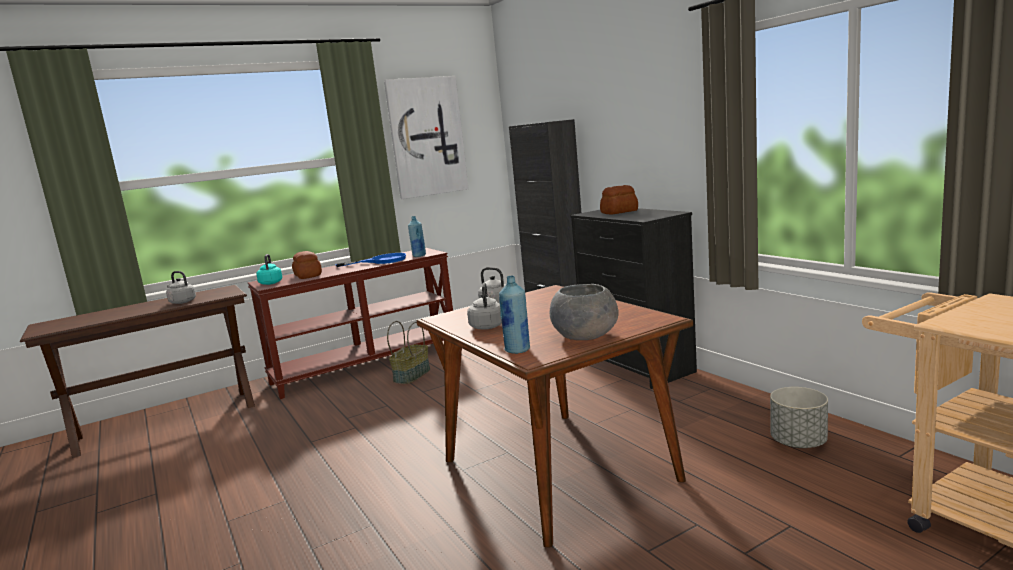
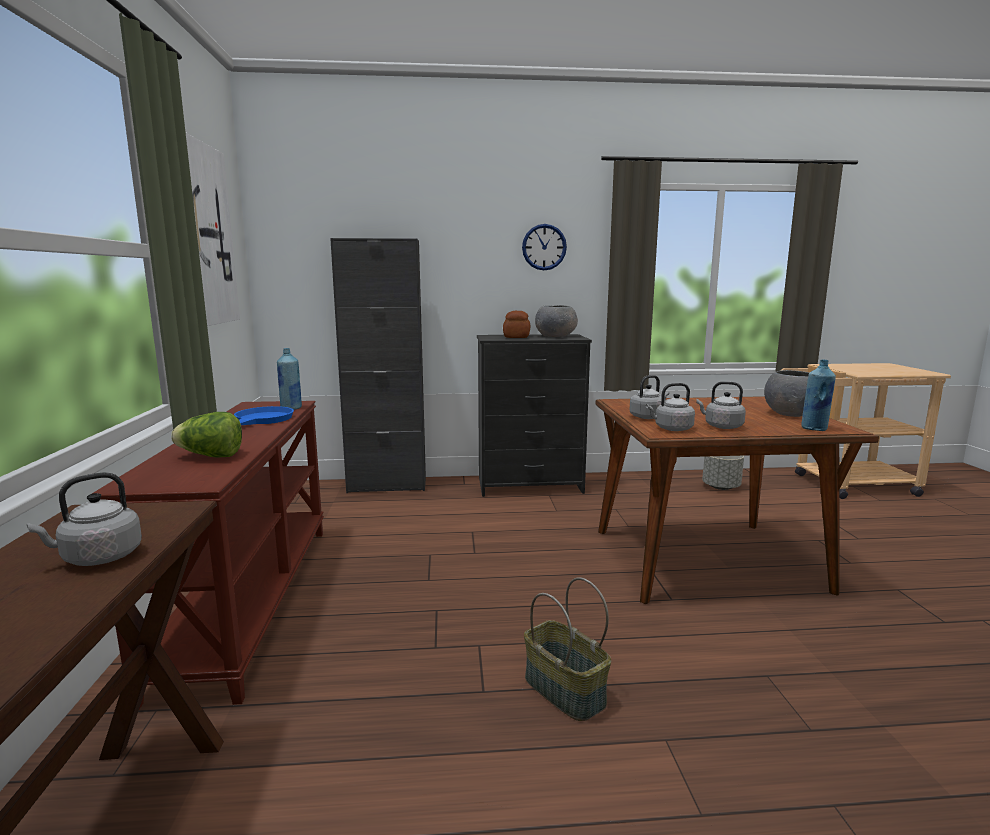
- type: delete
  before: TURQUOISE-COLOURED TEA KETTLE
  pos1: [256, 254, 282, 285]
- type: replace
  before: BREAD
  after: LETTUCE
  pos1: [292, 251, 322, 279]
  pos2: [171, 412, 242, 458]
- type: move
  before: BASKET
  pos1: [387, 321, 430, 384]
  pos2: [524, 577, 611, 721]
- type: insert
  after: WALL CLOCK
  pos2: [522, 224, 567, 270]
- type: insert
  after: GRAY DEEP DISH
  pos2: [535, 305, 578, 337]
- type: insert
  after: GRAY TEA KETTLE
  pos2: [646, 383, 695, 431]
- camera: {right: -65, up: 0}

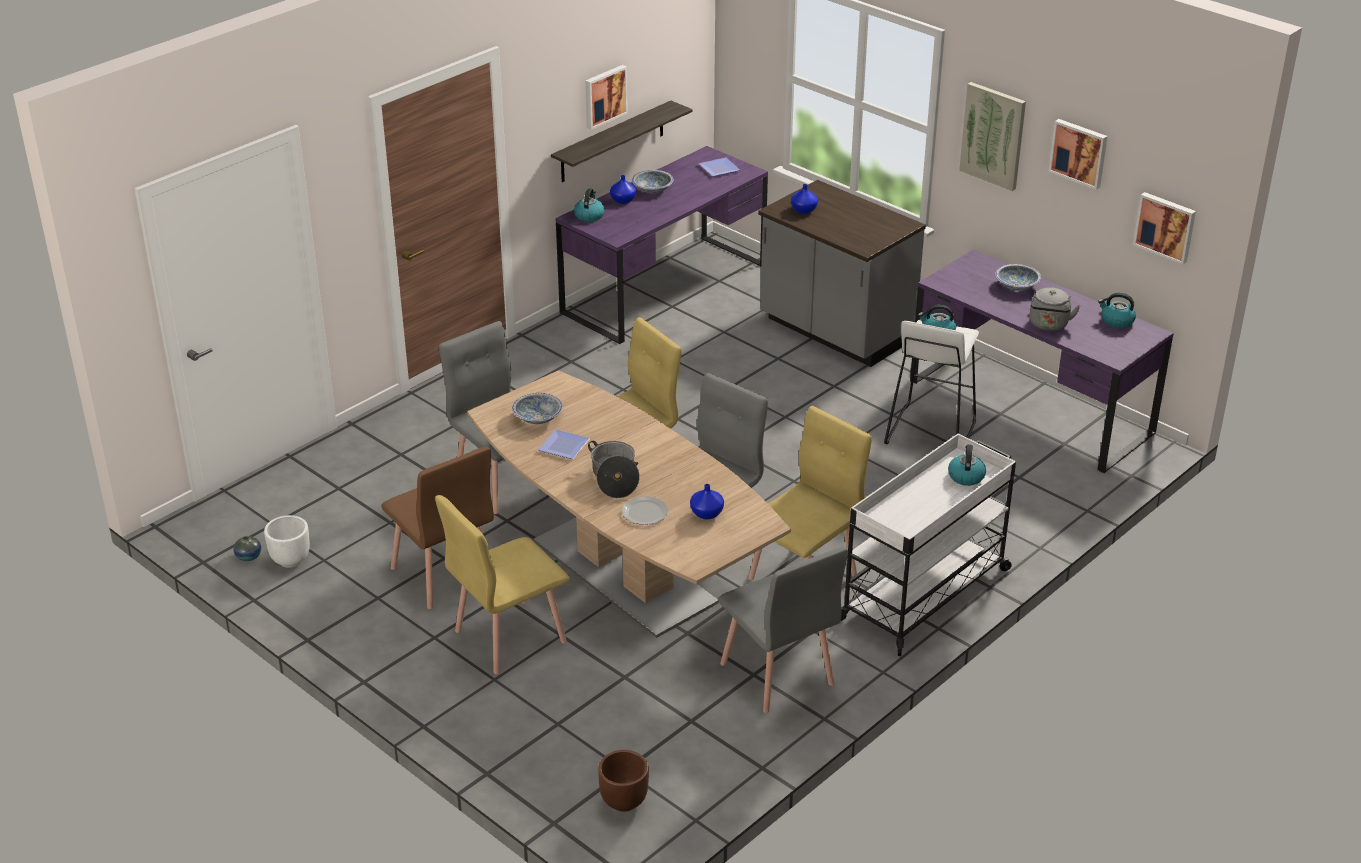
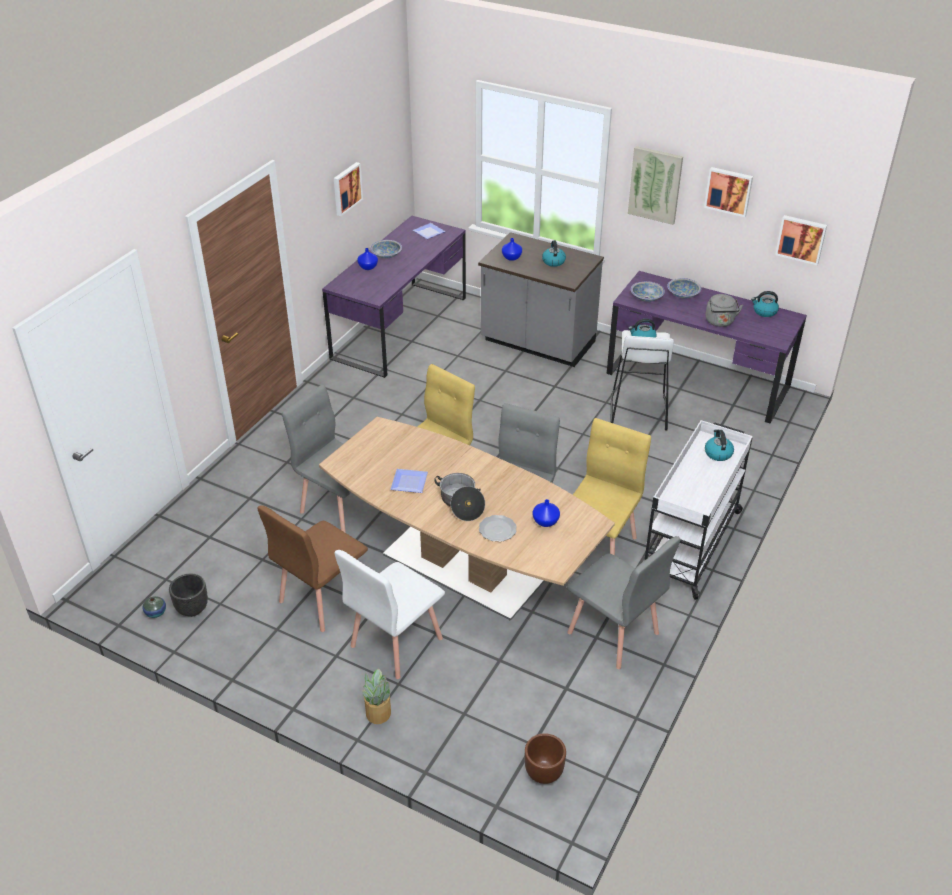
- type: recolor
  before: WHITE PLANT POT
  after: BLACK PLANT POT
  pos1: [264, 515, 310, 568]
  pos2: [169, 573, 208, 617]
- type: rotate
  before: BROWNISH UPRIGHT CHAIR
  pos1: [381, 447, 494, 609]
  pos2: [257, 505, 368, 632]
  turn: 90
- type: recolor
  before: YELLOW UPRIGHT CHAIR
  after: WHITE UPRIGHT CHAIR
  pos1: [435, 495, 570, 674]
  pos2: [335, 550, 445, 679]
- type: move
  before: DEEP DISH
  pos1: [512, 393, 563, 424]
  pos2: [631, 281, 665, 302]
- type: delete
  before: SHELF
  pos1: [551, 100, 692, 182]
- type: move
  before: TEA KETTLE
  pos1: [574, 188, 605, 222]
  pos2: [542, 240, 566, 267]
- type: insert
  after: HOUSEPLANT
  pos2: [362, 669, 391, 724]
- camera: {right: -15, up: 5}

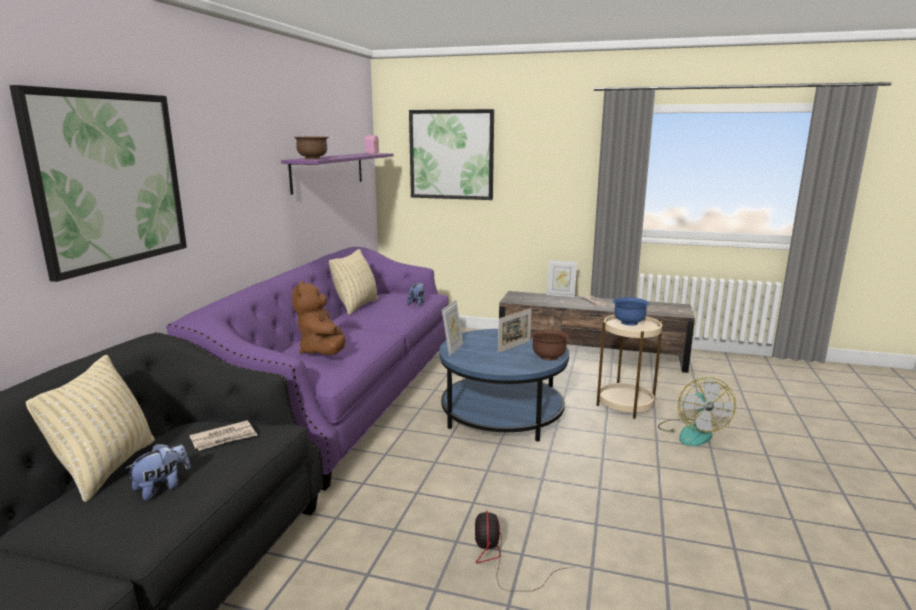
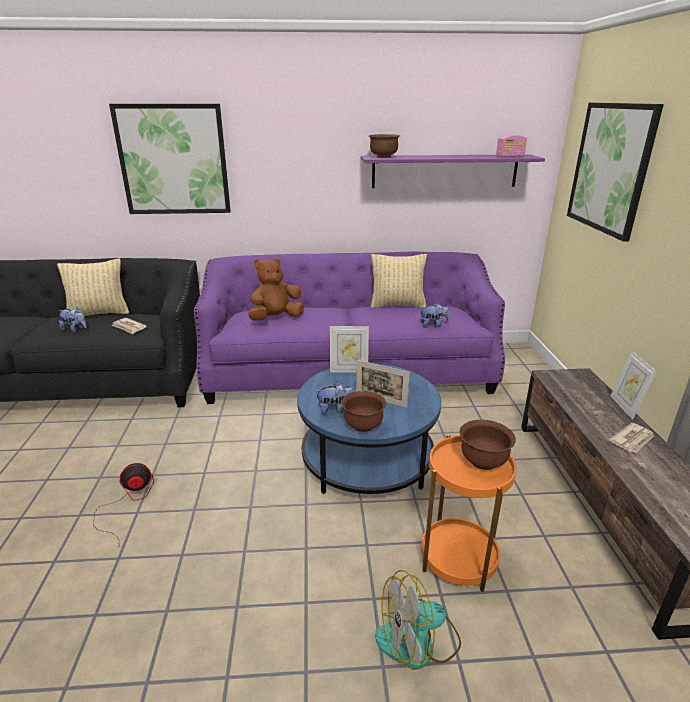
- type: recolor
  before: SAND-COLOURED ACCENT TABLE
  after: ORANGEY ACCENT TABLE
  pos1: [597, 315, 663, 419]
  pos2: [421, 435, 517, 592]
- type: recolor
  before: BLUE DEEP DISH
  after: BROWNISH DEEP DISH
  pos1: [613, 297, 649, 326]
  pos2: [459, 420, 516, 470]
- type: insert
  after: CUDDLY TOY
  pos2: [316, 382, 353, 415]
- camera: {right: 70, up: 10}

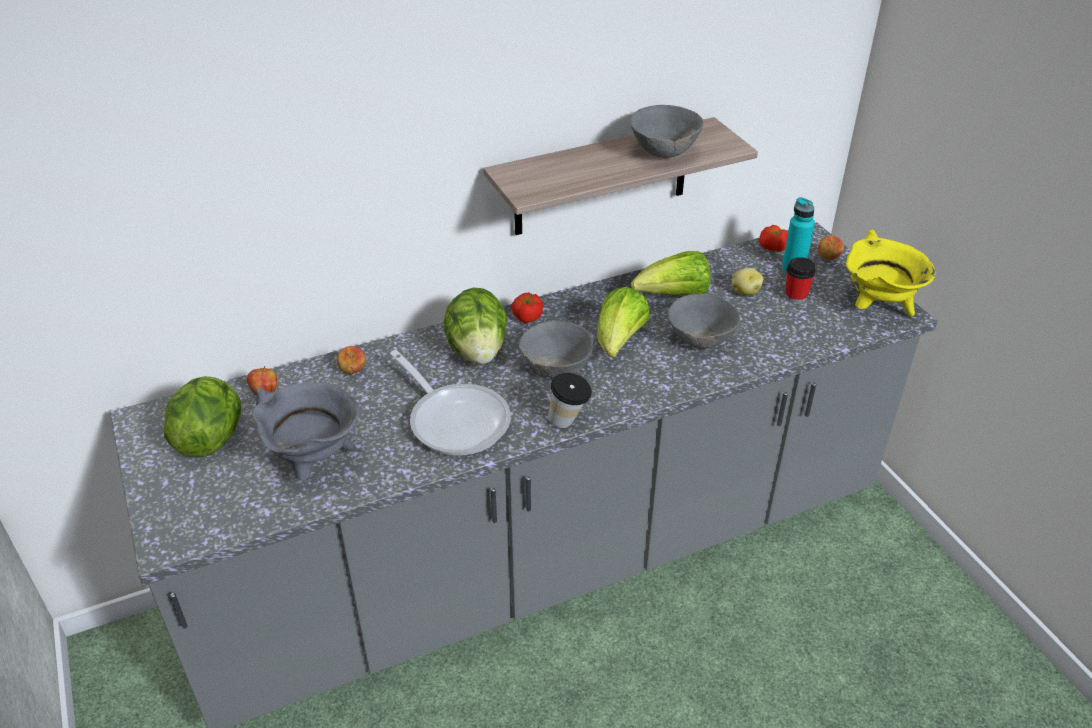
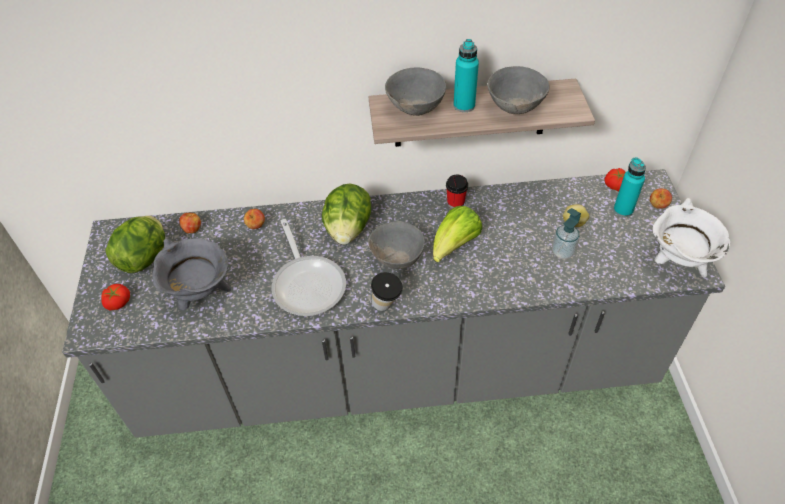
- type: move
  before: FRESH TOMATO
  pos1: [511, 293, 543, 323]
  pos2: [101, 284, 130, 311]
- type: delete
  before: LETTUCE
  pos1: [631, 251, 711, 296]
- type: move
  before: GRAY DEEP DISH
  pos1: [668, 294, 740, 348]
  pos2: [385, 67, 446, 116]
- type: move
  before: SMALL CUP
  pos1: [785, 257, 816, 303]
  pos2: [446, 175, 468, 208]
- type: recolor
  before: YELLOW SAUCEPOT
  after: WHITE SAUCEPOT
  pos1: [846, 229, 936, 317]
  pos2: [653, 198, 730, 277]
- type: insert
  after: TURQUOISE-COLOURED BEVERAGE BOTTLE
  pos2: [453, 39, 479, 112]
- type: insert
  after: SOAP DISPENSER
  pos2: [552, 208, 581, 259]
- camera: {right: 20, up: 10}

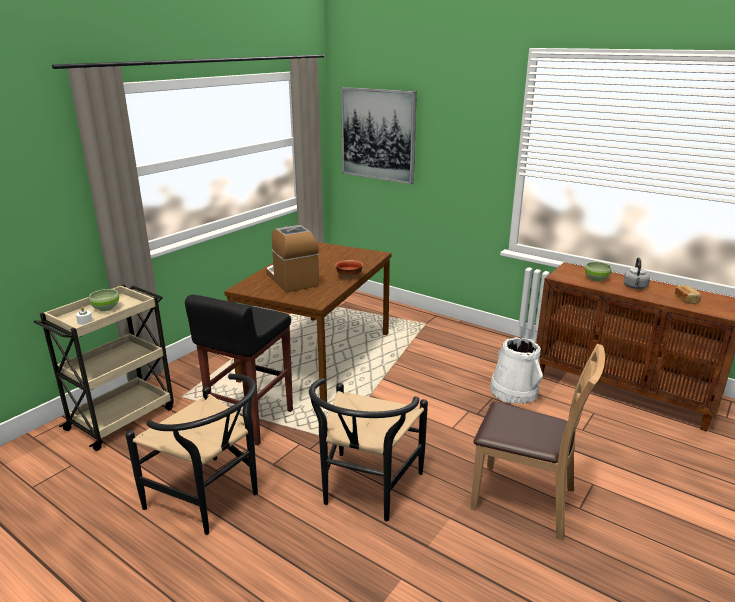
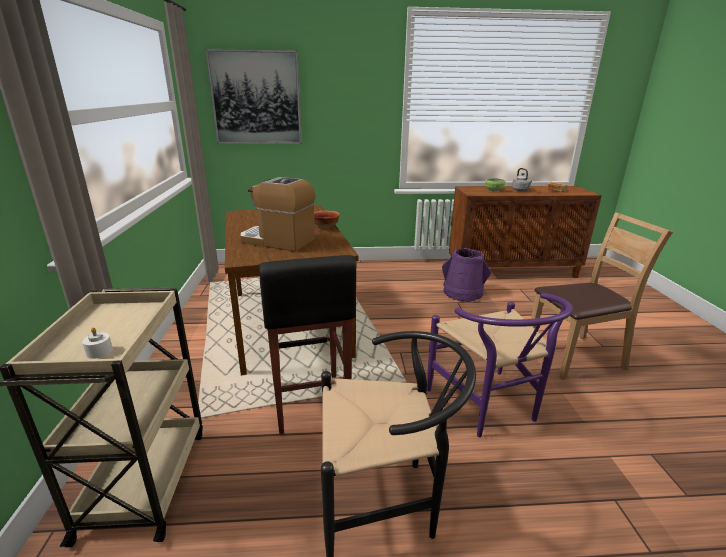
- type: delete
  before: GREEN DEEP DISH
  pos1: [89, 289, 119, 312]
- type: recolor
  before: BLACK UPRIGHT CHAIR
  after: PURPLISH UPRIGHT CHAIR
  pos1: [309, 378, 428, 522]
  pos2: [427, 293, 573, 437]
- type: recolor
  before: WHITE WATER BUCKET
  after: PURPLISH WATER BUCKET
  pos1: [490, 337, 543, 404]
  pos2: [442, 248, 491, 302]
- camera: {right: -40, up: 0}

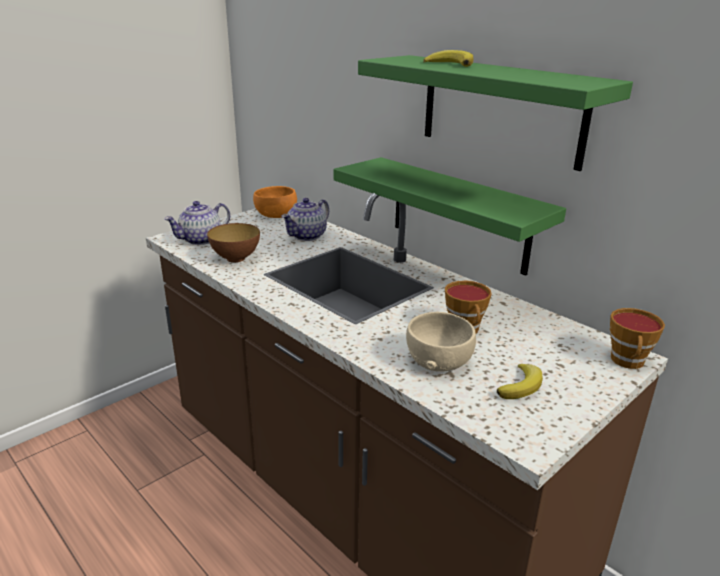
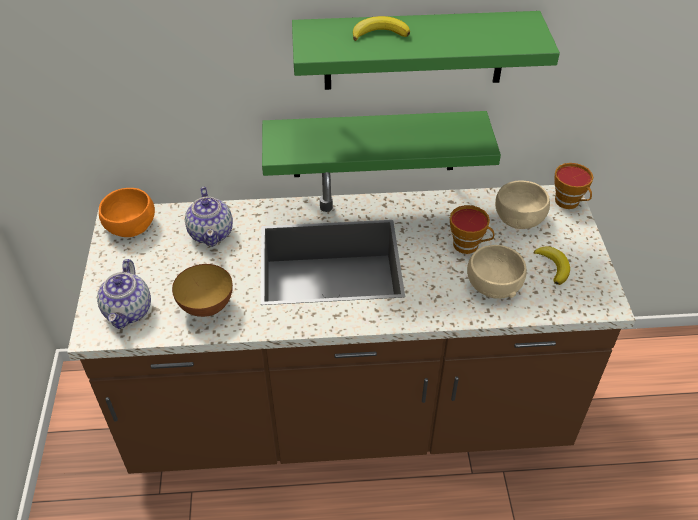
- type: insert
  after: SAND-COLOURED DEEP DISH
  pos2: [495, 180, 550, 229]
- camera: {right: -50, up: 20}

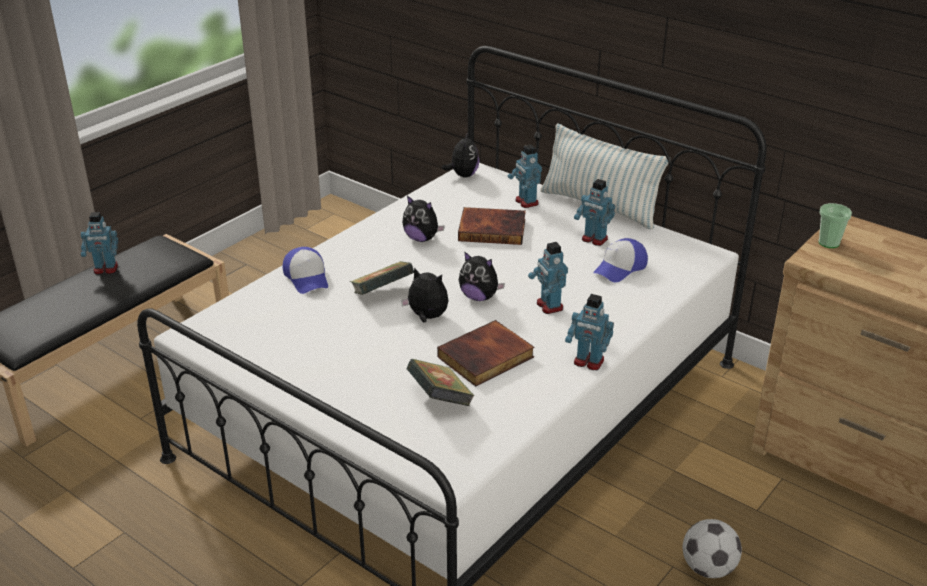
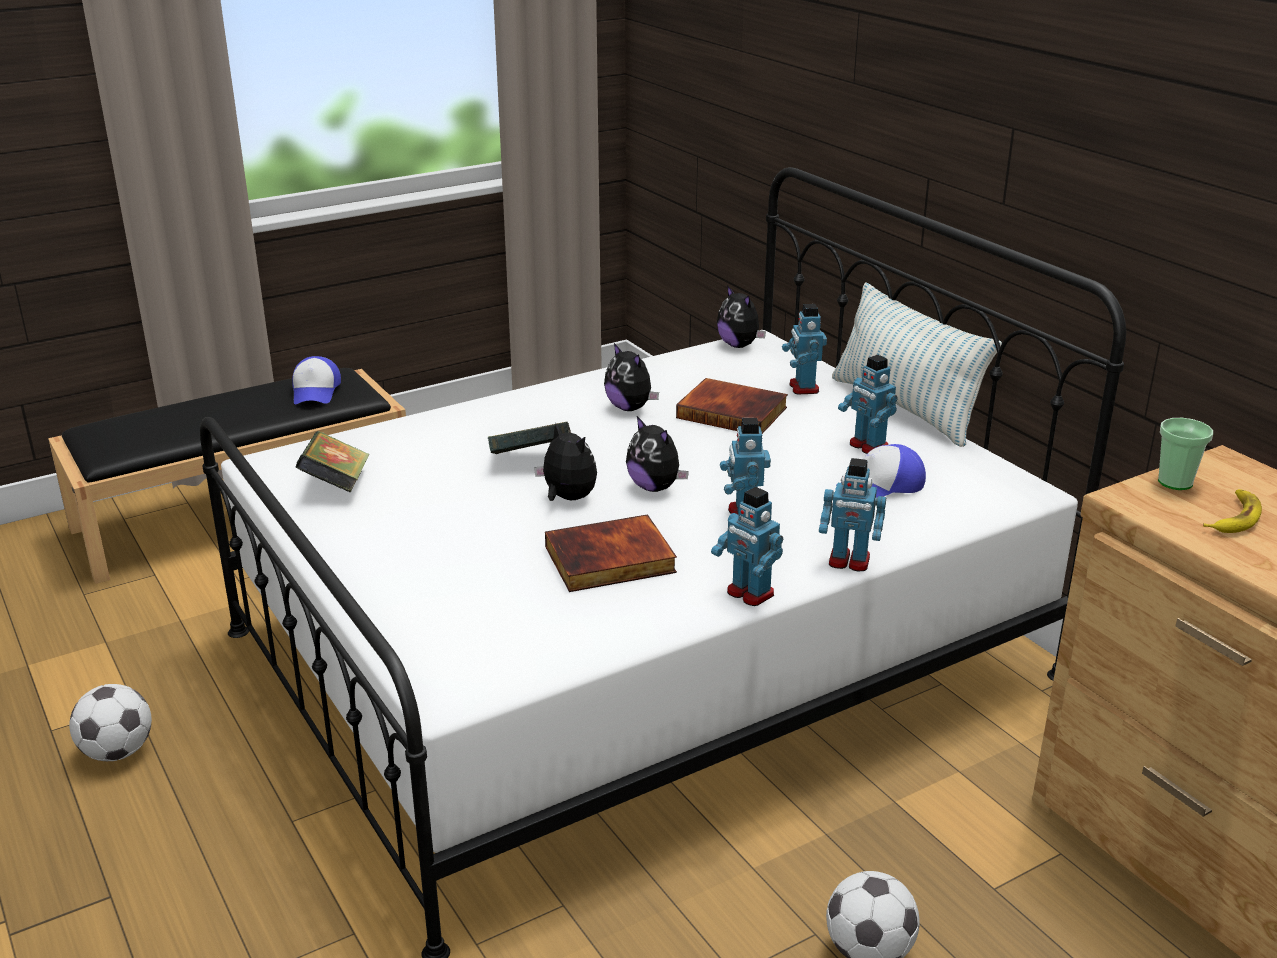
- type: move
  before: MODEL ROBOT
  pos1: [81, 212, 118, 274]
  pos2: [819, 458, 886, 571]
- type: move
  before: BASEBALL CAP
  pos1: [282, 247, 328, 294]
  pos2: [292, 356, 341, 405]
- type: move
  before: BOOK
  pos1: [407, 359, 475, 406]
  pos2: [296, 431, 369, 493]
- type: rotate
  before: CUDDLY TOY
  pos1: [442, 132, 480, 178]
  pos2: [717, 285, 766, 348]
  turn: 120
- type: insert
  after: FOOTBALL
  pos2: [69, 684, 152, 761]
- type: insert
  after: BANANA
  pos2: [1203, 489, 1262, 533]
- camera: {right: 20, up: -5}

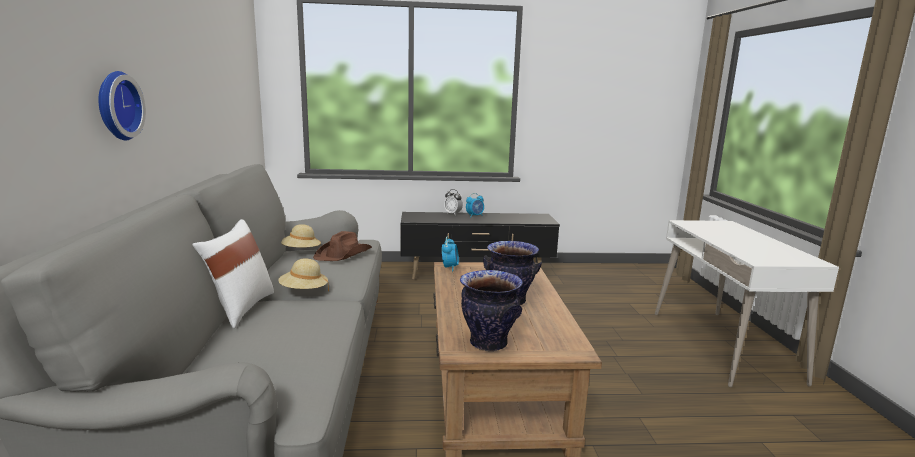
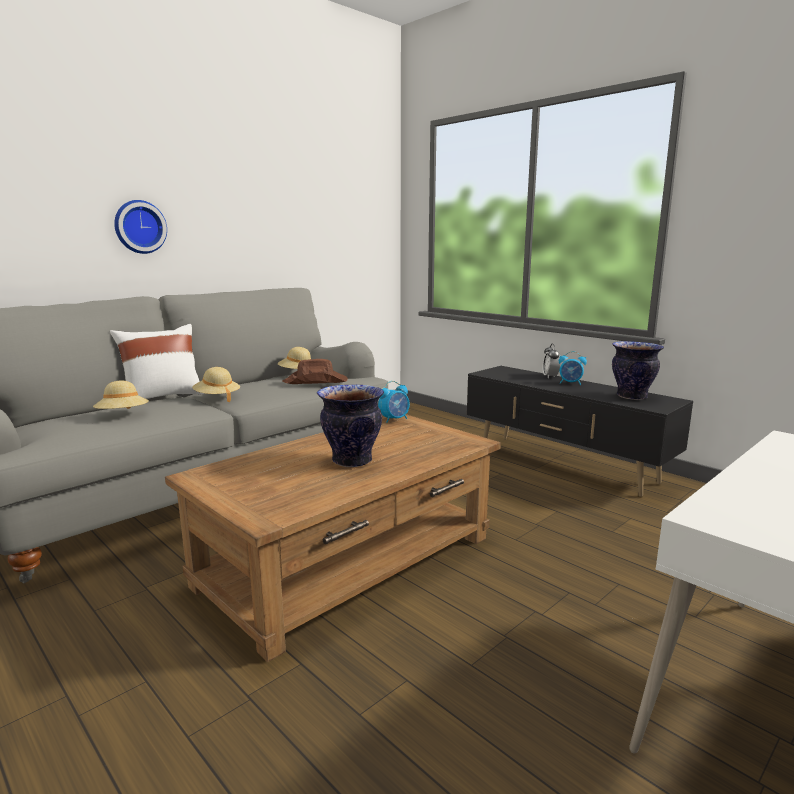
- type: move
  before: VASE
  pos1: [460, 270, 523, 351]
  pos2: [612, 341, 664, 400]
- type: insert
  after: SAND-COLOURED CLOTHING HAT
  pos2: [93, 381, 149, 409]
- camera: {right: 50, up: 0}

